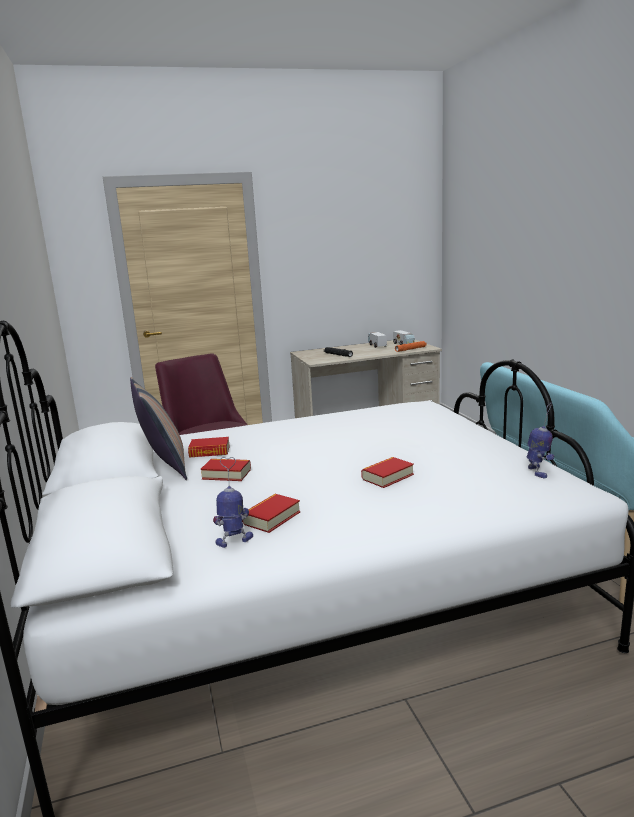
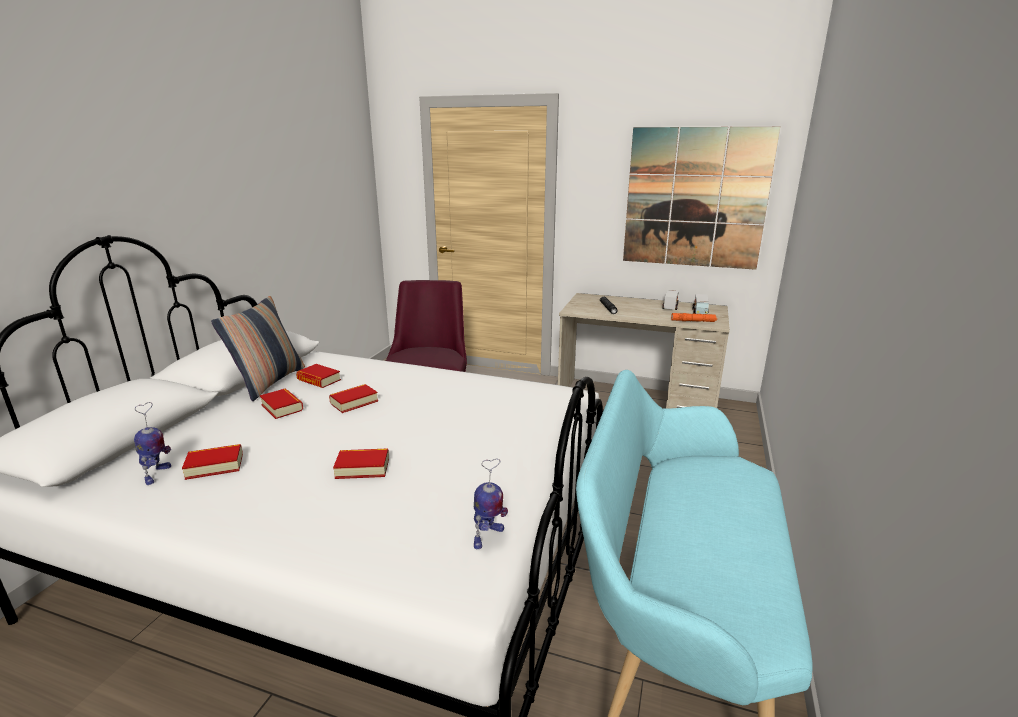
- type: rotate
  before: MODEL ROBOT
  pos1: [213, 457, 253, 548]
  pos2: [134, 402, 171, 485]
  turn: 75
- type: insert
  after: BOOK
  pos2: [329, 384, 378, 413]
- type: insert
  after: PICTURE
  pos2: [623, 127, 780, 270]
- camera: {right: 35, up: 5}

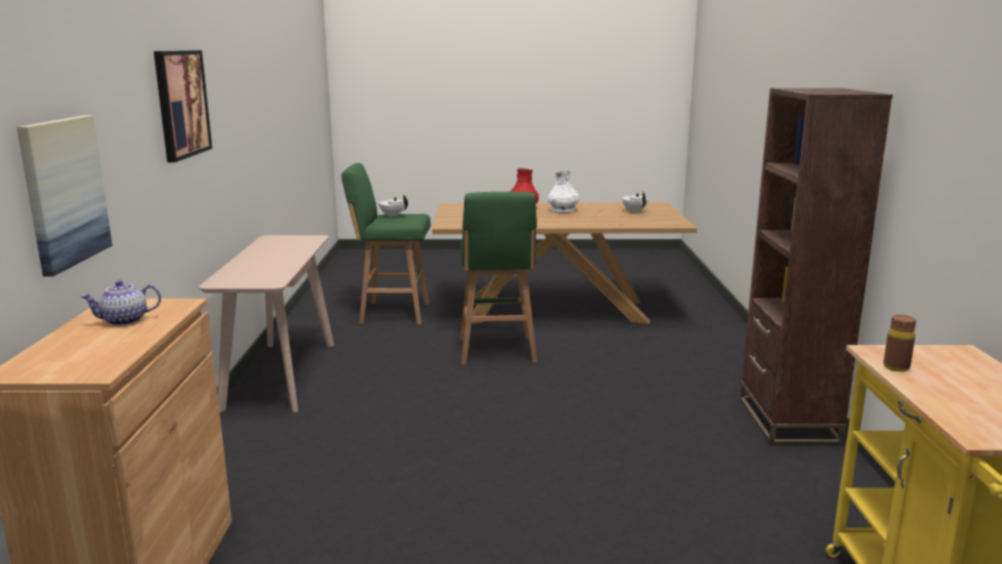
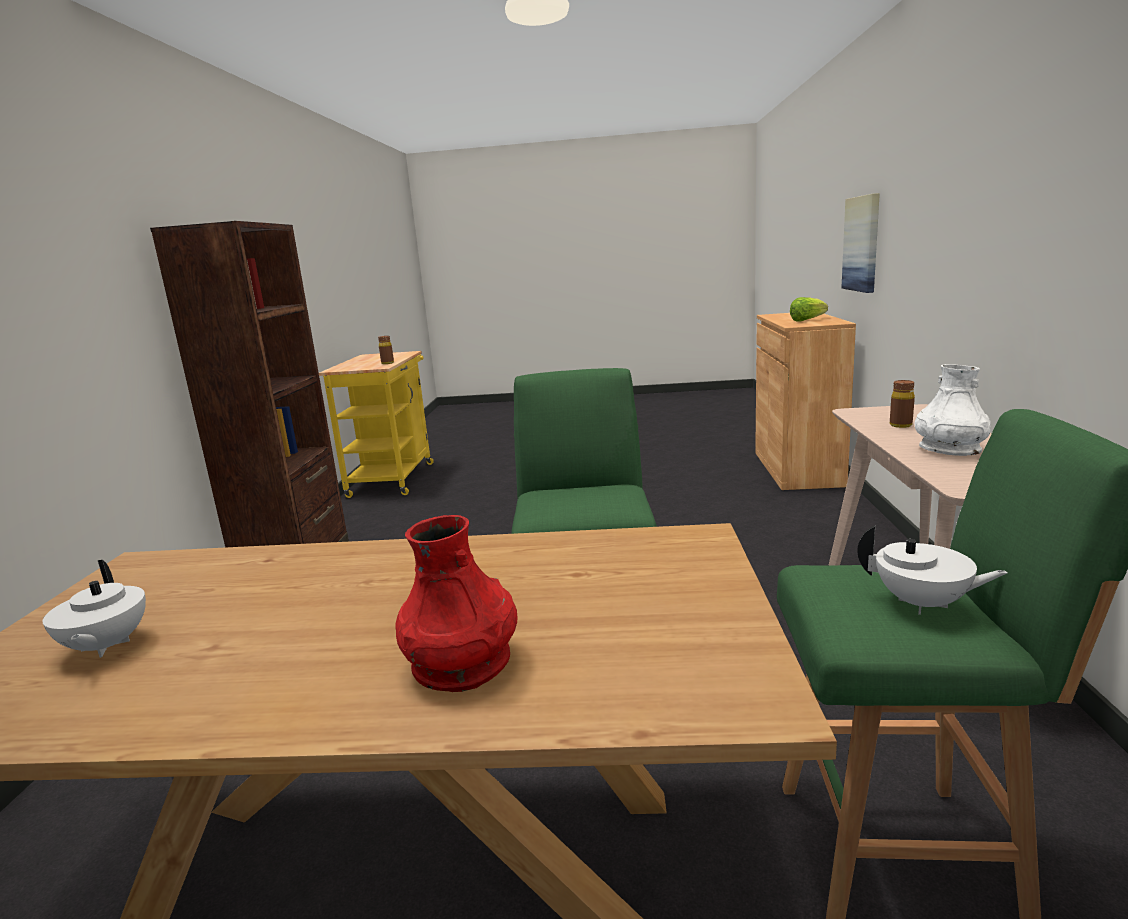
- type: replace
  before: POT FOR TEA
  after: LETTUCE
  pos1: [81, 280, 161, 326]
  pos2: [790, 297, 828, 321]
- type: delete
  before: PICTURE
  pos1: [154, 50, 212, 162]
- type: move
  before: WHITE VASE
  pos1: [548, 170, 580, 213]
  pos2: [914, 364, 991, 456]
- type: insert
  after: BROWNISH BEVERAGE BOTTLE
  pos2: [890, 380, 915, 428]
- camera: {right: -175, up: 0}

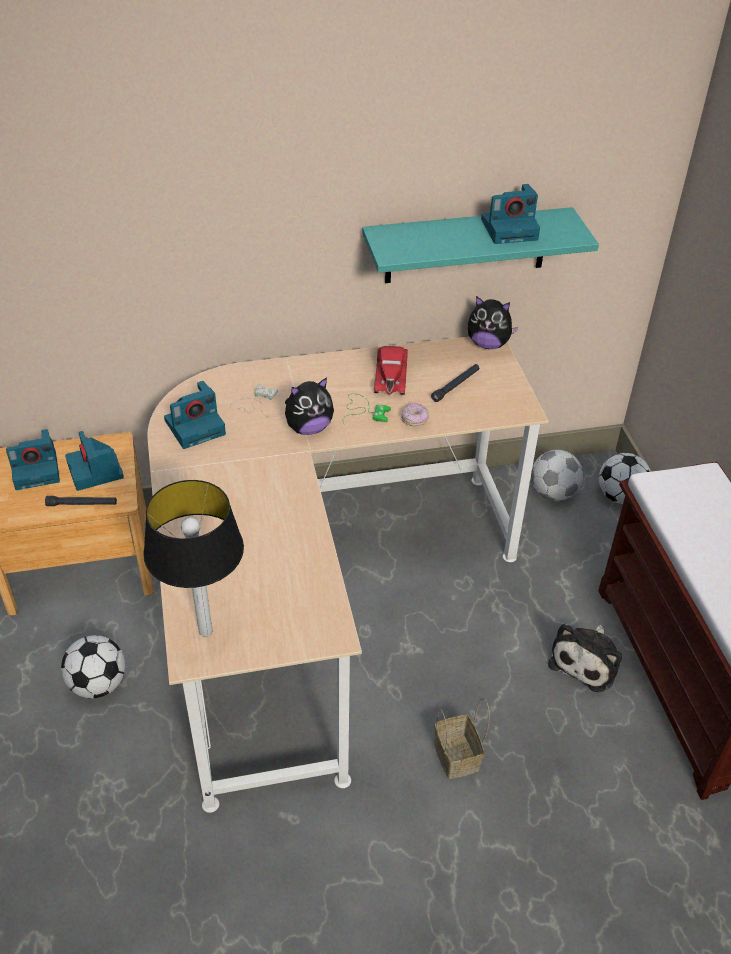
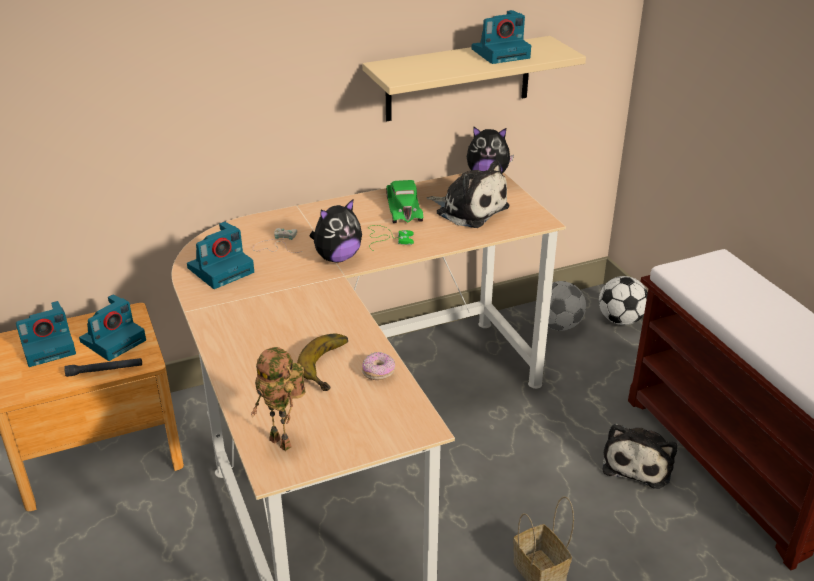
- type: delete
  before: FOOTBALL
  pos1: [61, 635, 125, 698]
- type: rotate
  before: PHOTO CAMERA
  pos1: [65, 431, 124, 491]
  pos2: [79, 295, 146, 361]
  turn: -105
- type: replace
  before: TABLE LAMP
  after: MODEL ROBOT
  pos1: [143, 480, 244, 636]
  pos2: [251, 347, 306, 451]
- type: recolor
  before: TURQUOISE-COLOURED SHELF
  after: SAND-COLOURED SHELF
  pos1: [362, 207, 599, 283]
  pos2: [362, 36, 586, 121]
- type: recolor
  before: RED-COLOURED MINIATURE CAR
  after: GREEN MINIATURE CAR
  pos1: [374, 346, 408, 395]
  pos2: [386, 180, 423, 223]
- type: move
  before: DONUT
  pos1: [401, 403, 429, 426]
  pos2: [362, 352, 395, 380]
- type: replace
  before: BLACK HAND TORCH
  after: CUDDLY TOY
  pos1: [431, 364, 479, 402]
  pos2: [427, 160, 510, 228]
- type: insert
  after: BANANA
  pos2: [297, 334, 348, 391]
- camera: {right: -10, up: -10}

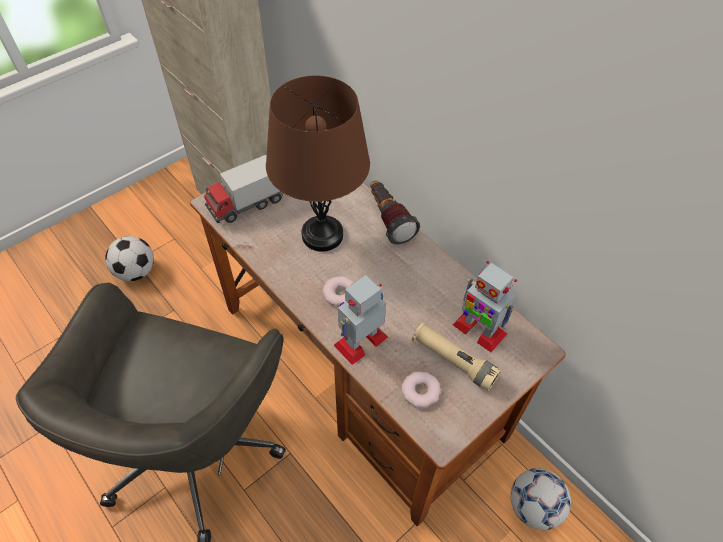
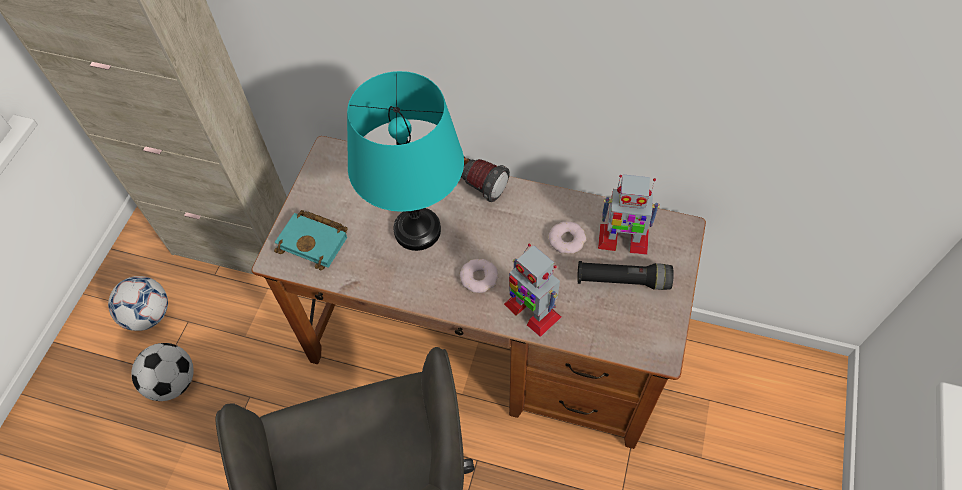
- type: replace
  before: TOY TRUCK
  after: TURQUOISE-COLOURED BOOK
  pos1: [204, 154, 283, 223]
  pos2: [274, 210, 348, 270]
- type: recolor
  before: BROWNISH TABLE LAMP
  after: TURQUOISE-COLOURED TABLE LAMP
  pos1: [266, 75, 370, 252]
  pos2: [347, 71, 464, 251]
- type: rotate
  before: MODEL ROBOT
  pos1: [333, 275, 388, 365]
  pos2: [504, 244, 561, 337]
  turn: -60
- type: move
  before: DONUT
  pos1: [402, 371, 441, 408]
  pos2: [549, 222, 587, 254]
- type: recolor
  before: SAND-COLOURED HAND TORCH
  after: BLACK HAND TORCH
  pos1: [412, 322, 501, 391]
  pos2: [577, 261, 674, 290]
- type: move
  before: FOOTBALL
  pos1: [511, 468, 571, 530]
  pos2: [108, 276, 168, 331]
- camera: {right: -30, up: 5}

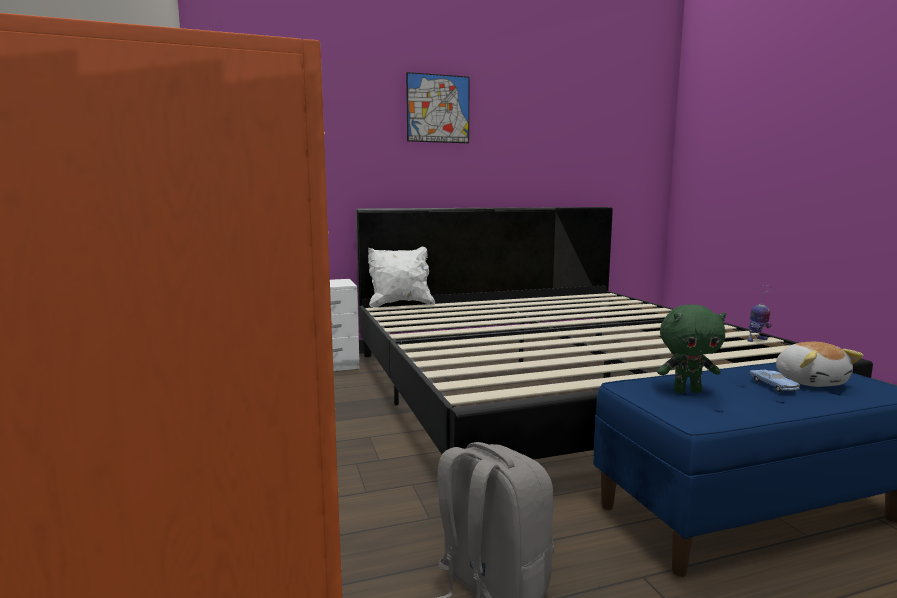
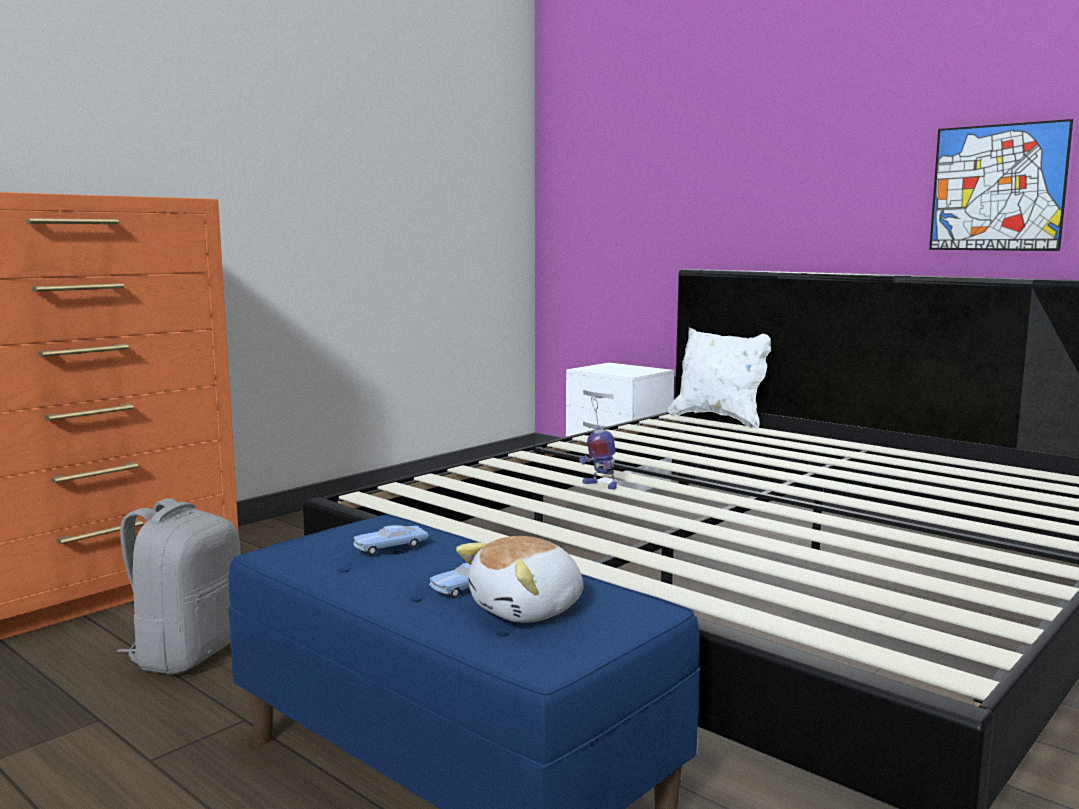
- type: move
  before: PICTURE
  pos1: [406, 72, 470, 143]
  pos2: [929, 119, 1073, 251]
- type: replace
  before: GREEN CUDDLY TOY
  after: BLUE MINIATURE CAR
  pos1: [657, 304, 726, 393]
  pos2: [353, 525, 429, 556]
- type: move
  before: MODEL ROBOT
  pos1: [747, 285, 772, 342]
  pos2: [579, 397, 617, 490]
- camera: {right: 60, up: 0}

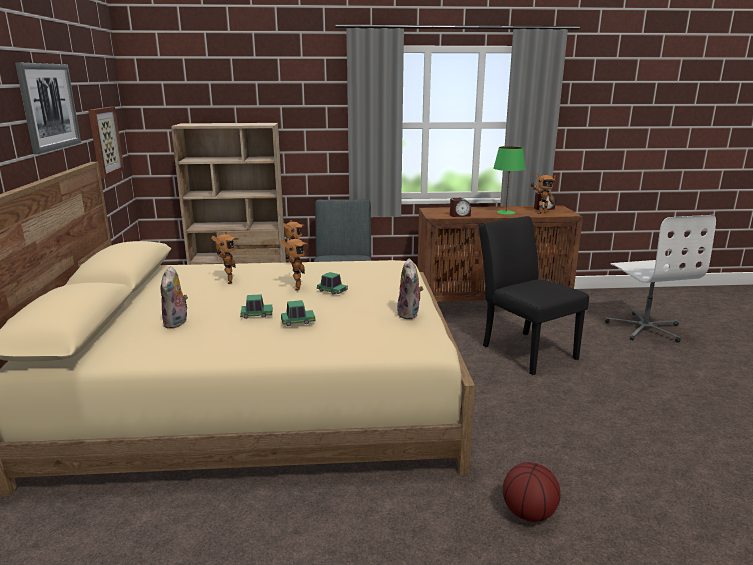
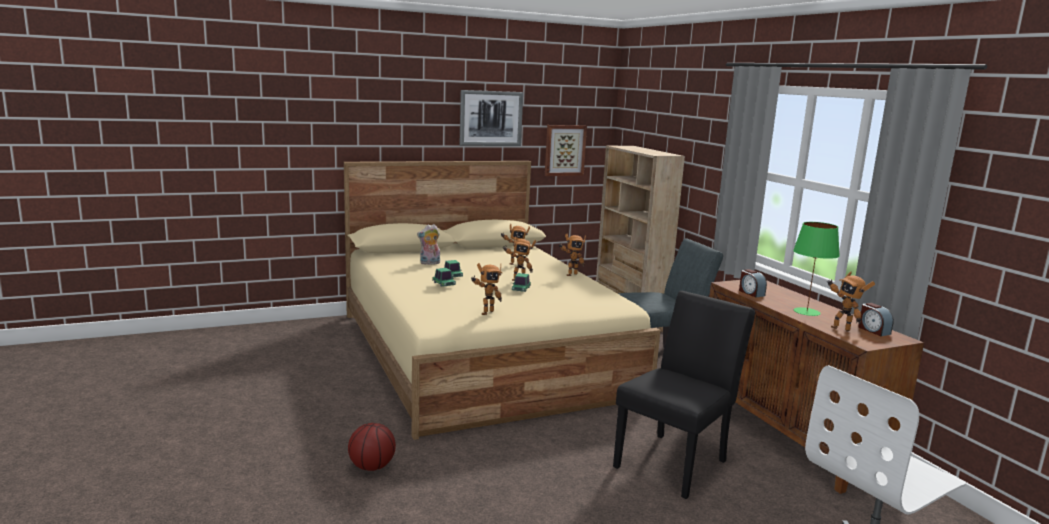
- type: replace
  before: CUDDLY TOY
  after: MODEL ROBOT
  pos1: [397, 258, 423, 319]
  pos2: [471, 263, 502, 315]
- camera: {right: 70, up: -5}

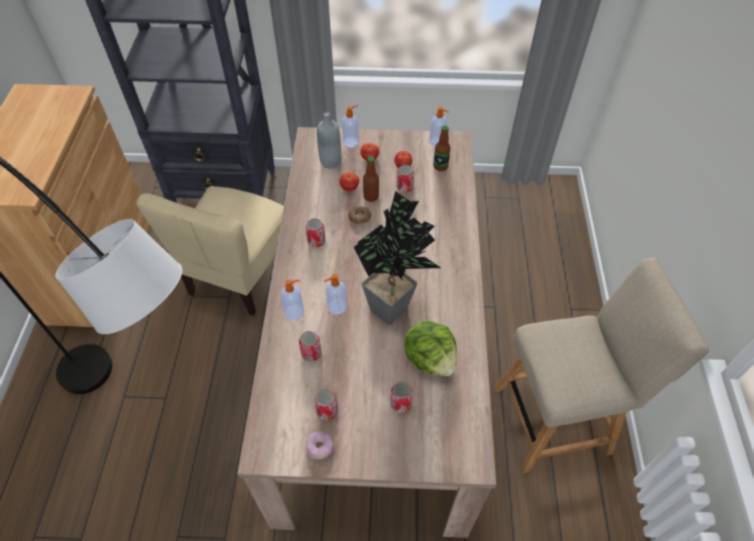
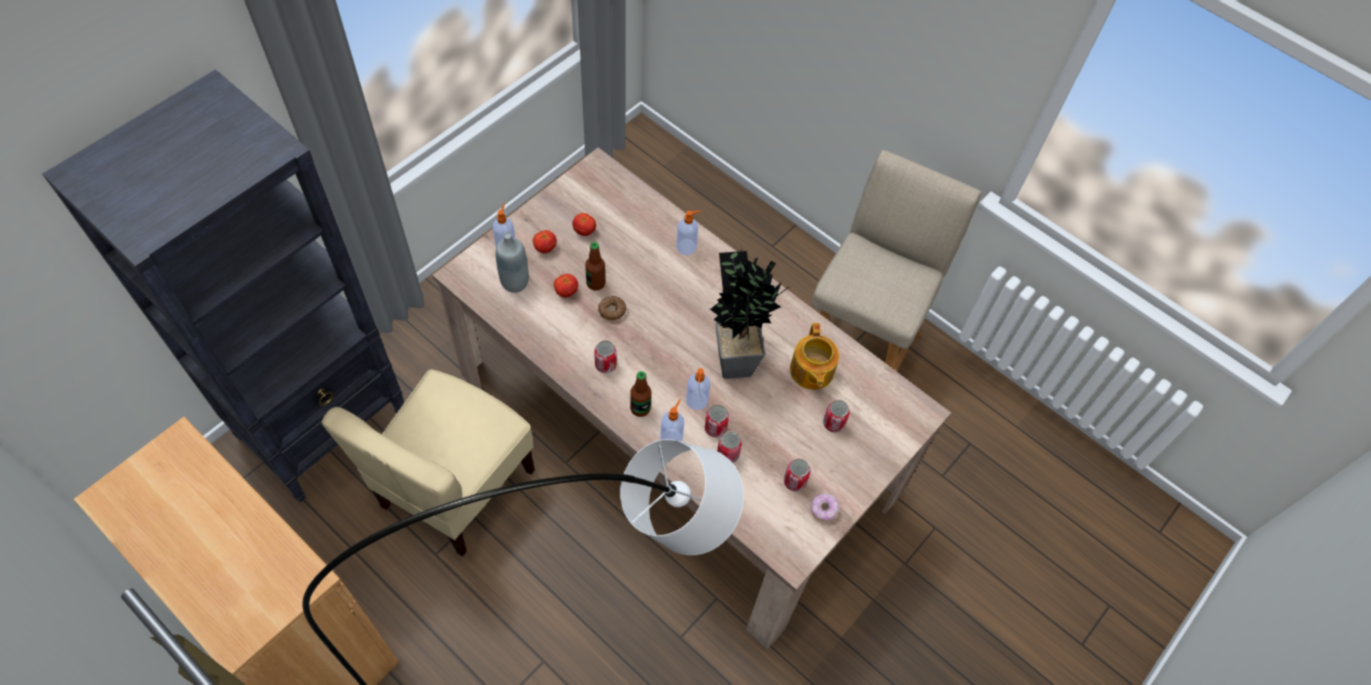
- type: rotate
  before: SAND-COLOURED UPRIGHT CHAIR
  pos1: [136, 186, 284, 316]
  pos2: [322, 369, 535, 557]
  turn: 60
- type: move
  before: METAL CAN
  pos1: [397, 165, 414, 193]
  pos2: [705, 405, 729, 437]
- type: replace
  before: LETTUCE
  after: POT FOR TEA
  pos1: [404, 321, 457, 376]
  pos2: [790, 323, 839, 390]
- type: move
  before: SOAP DISPENSER
  pos1: [429, 107, 449, 147]
  pos2: [676, 211, 701, 255]
- type: move
  before: BEVERAGE BOTTLE
  pos1: [433, 125, 451, 171]
  pos2: [630, 371, 651, 417]
- camera: {right: -55, up: 5}

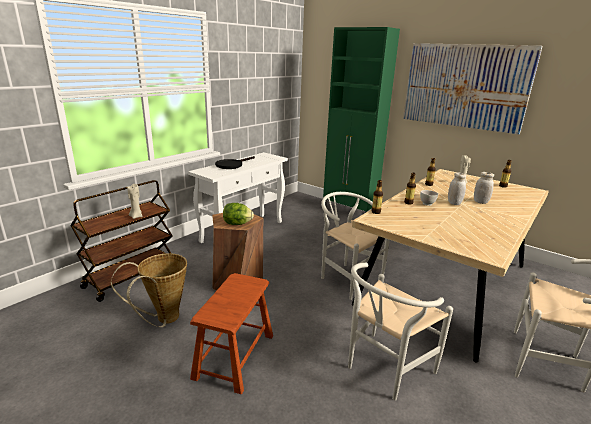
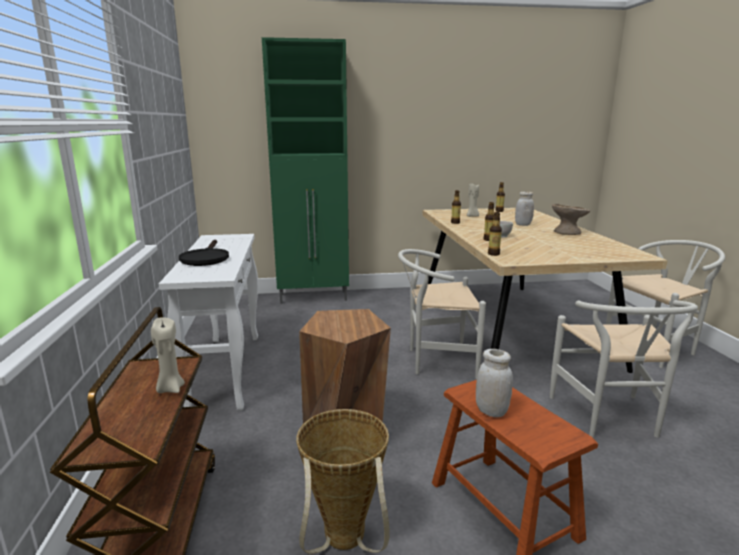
- type: delete
  before: LETTUCE
  pos1: [223, 203, 254, 225]
- type: delete
  before: PICTURE
  pos1: [403, 43, 542, 135]
- type: move
  before: WHITE STORAGE JAR
  pos1: [448, 173, 466, 205]
  pos2: [476, 349, 513, 417]
- type: insert
  after: SAND-COLOURED DEEP DISH
  pos2: [552, 204, 590, 235]
- camera: {right: -45, up: -5}

